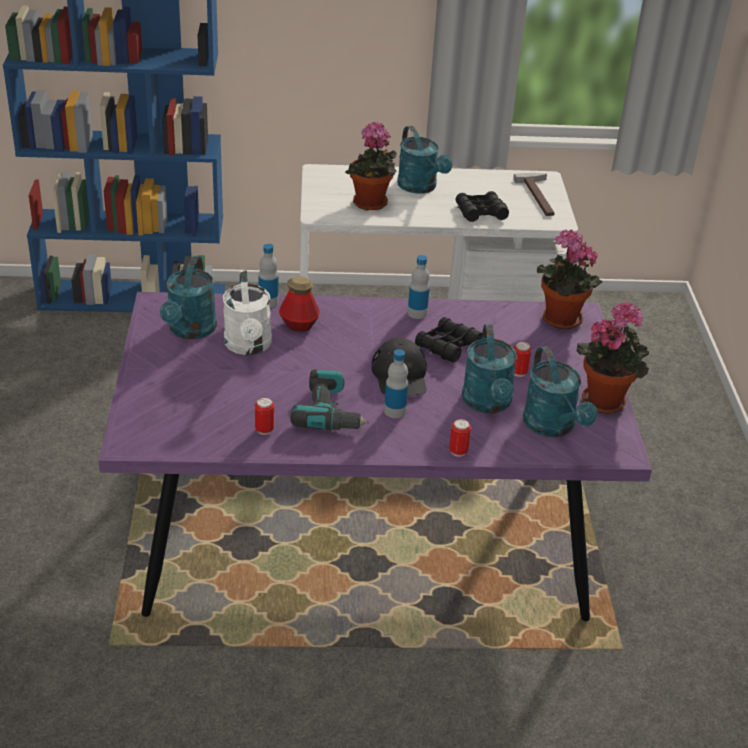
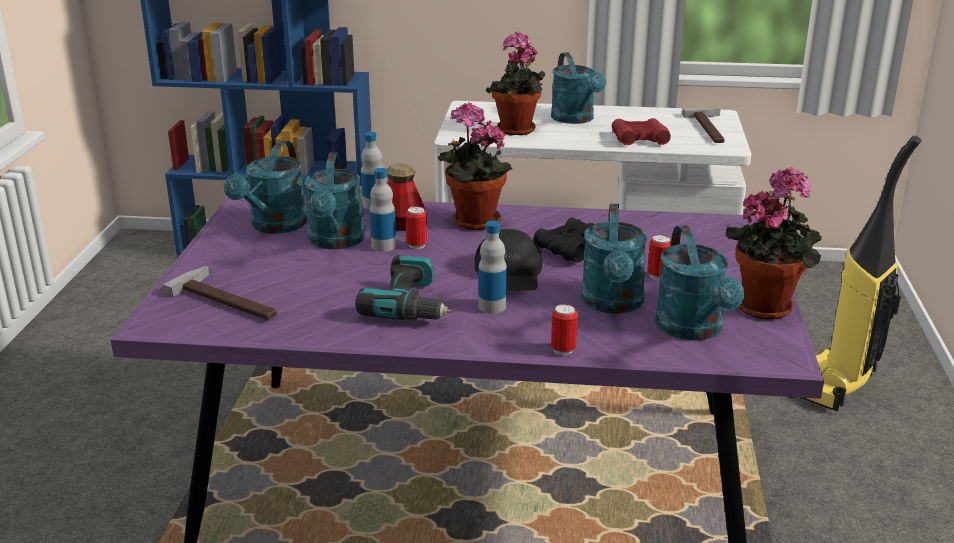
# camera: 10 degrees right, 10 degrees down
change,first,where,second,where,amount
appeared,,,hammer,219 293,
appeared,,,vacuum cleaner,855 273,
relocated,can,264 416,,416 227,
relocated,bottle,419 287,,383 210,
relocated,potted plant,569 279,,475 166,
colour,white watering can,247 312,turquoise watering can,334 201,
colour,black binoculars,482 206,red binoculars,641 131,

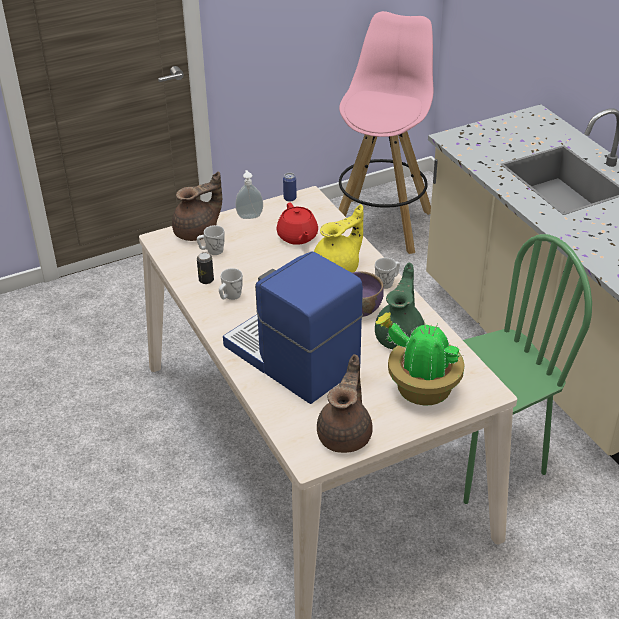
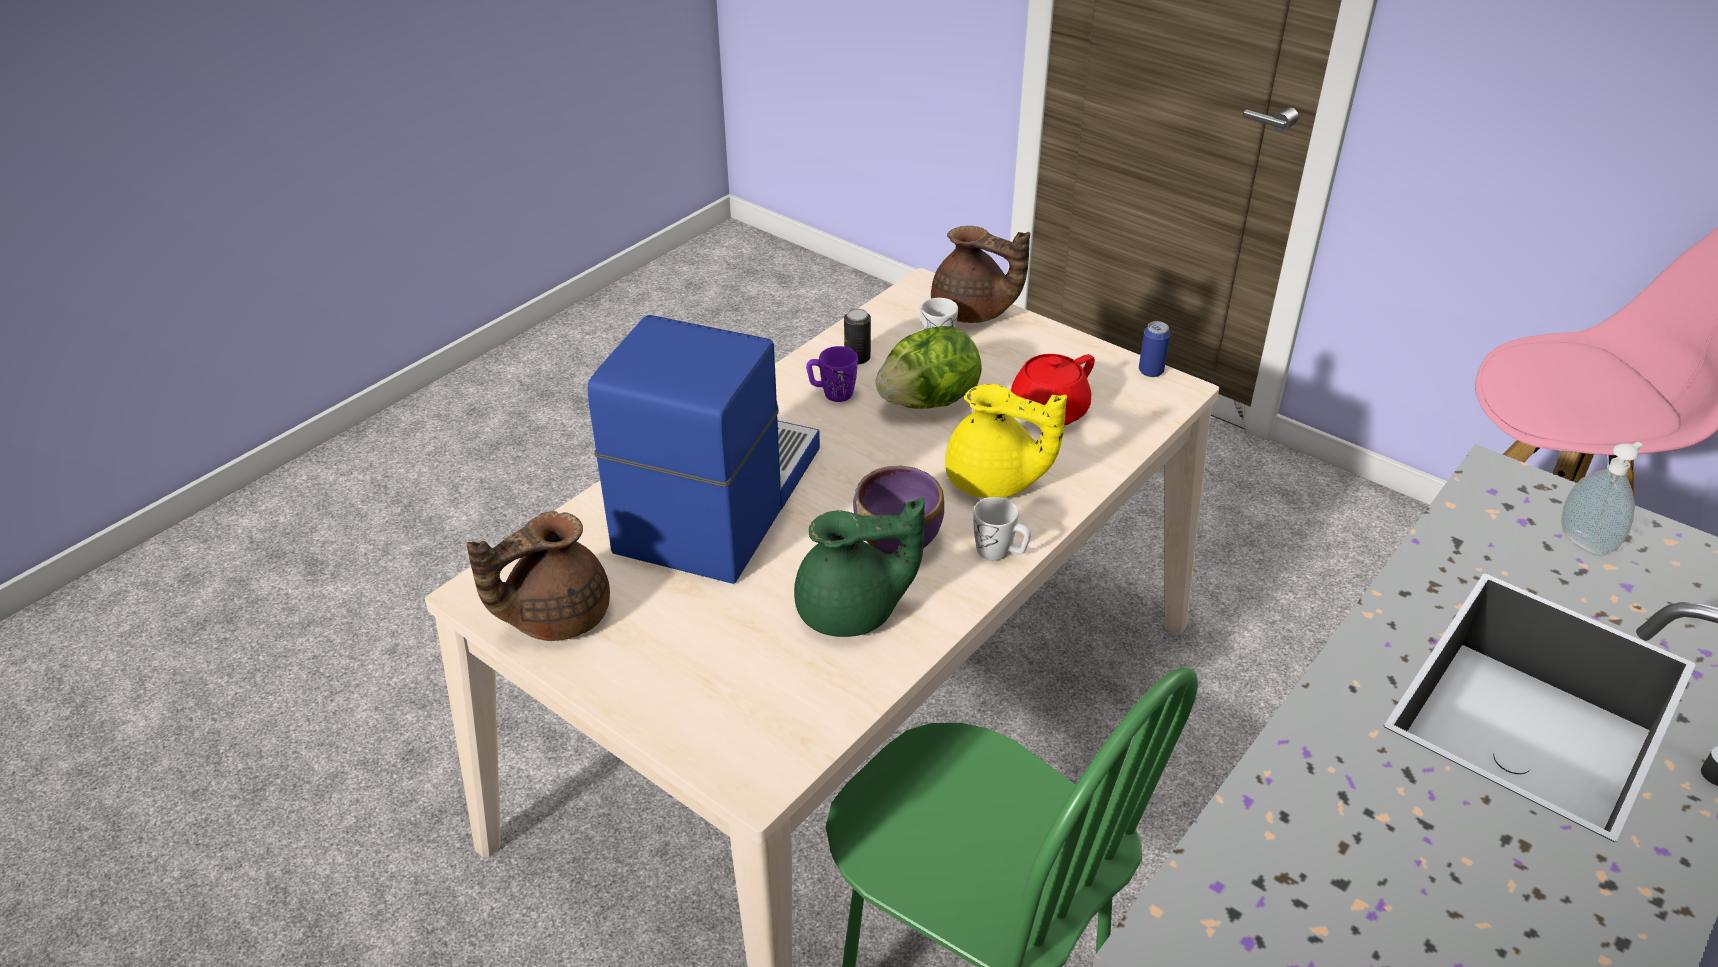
# camera: 65 degrees right, 0 degrees up
change,first,where,second,where,amount
missing,potted plant,420 358,,,
appeared,,,lettuce,928 367,
relocated,soap dispenser,249 194,,1601 499,
colour,white mug,231 284,purple mug,832 374,
spun,brown teapot,345 403,,538 576,150 degrees clockwise

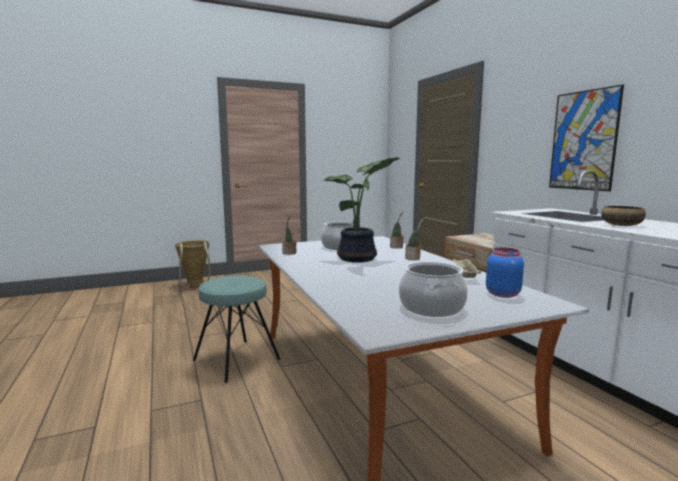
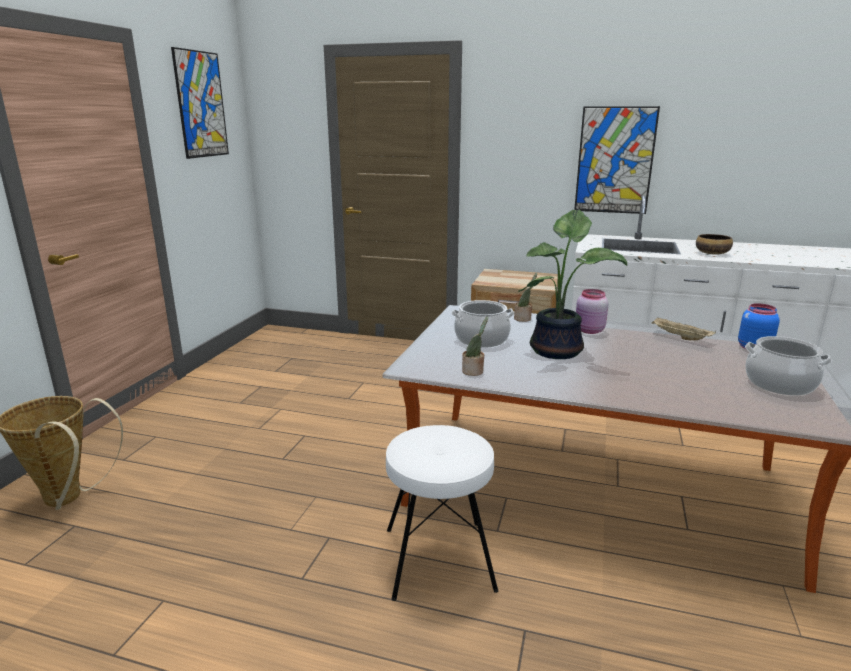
# camera: 50 degrees left, 10 degrees up
change,first,where,second,where,amount
appeared,,,picture,200 103,
exchanged,potted plant,414 239,pink jar,592 311,
colour,turquoise stool,237 329,white stool,442 513,

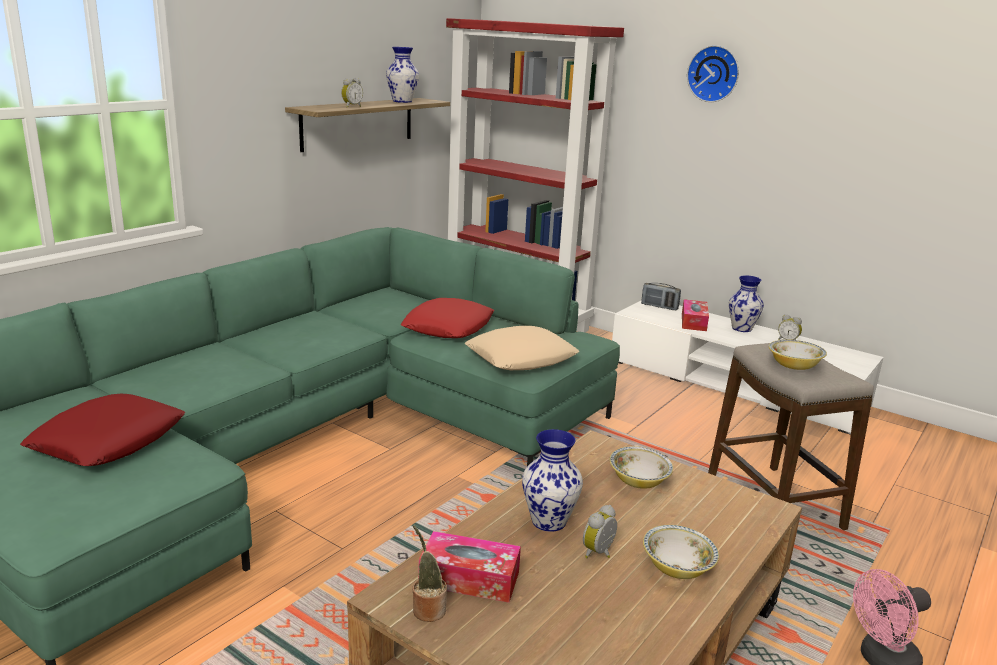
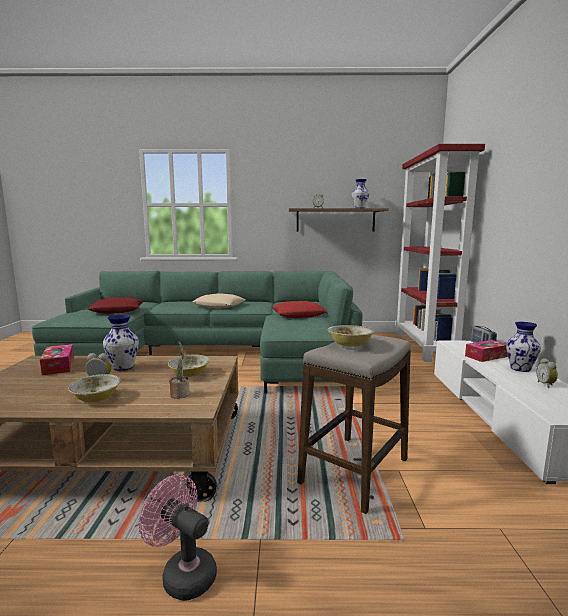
# camera: 55 degrees right, 10 degrees down
change,first,where,second,where,amount
missing,wall clock,713 73,,,
relocated,potted plant,429 573,,179 370,
relocated,beige pillow,522 348,,219 301,

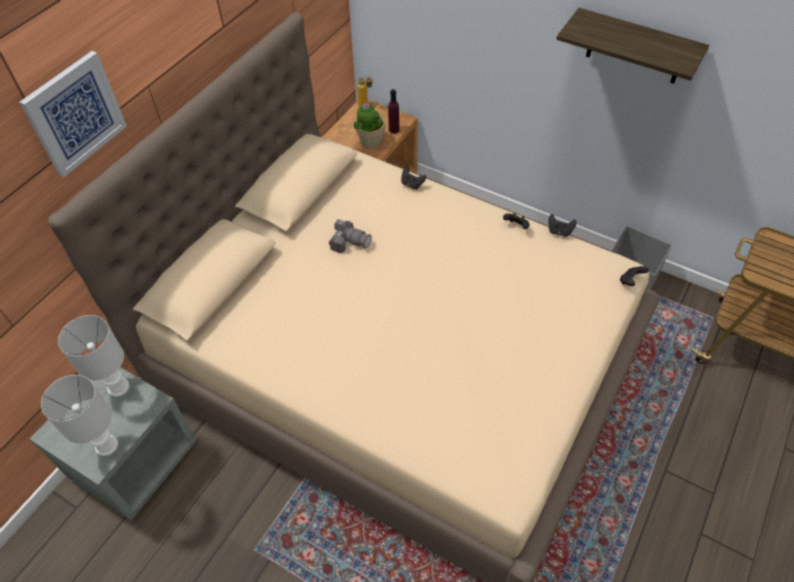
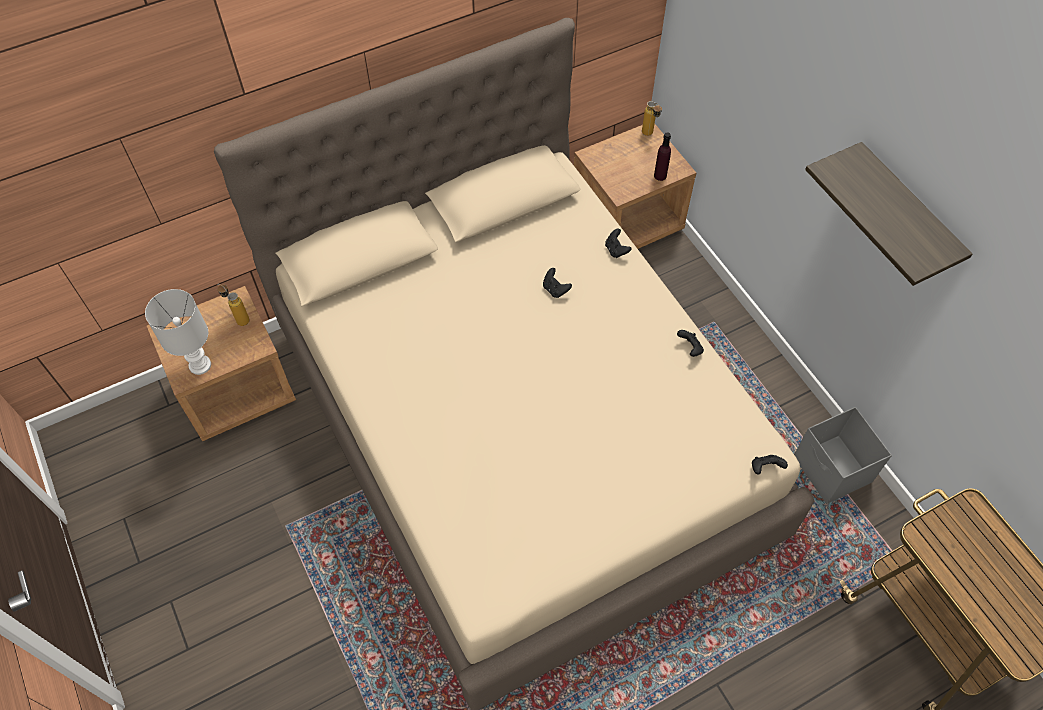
# camera: 30 degrees right, 5 degrees up
change,first,where,second,where,amount
missing,picture,73 114,,,
missing,photo camera,350 236,,,
missing,potted plant,369 126,,,
relocated,black game controller,563 225,,557 283,
exchanged,white table lamp,94 356,bottle,233 305,
colour,grey nightstand,113 443,brown nightstand,221 363,

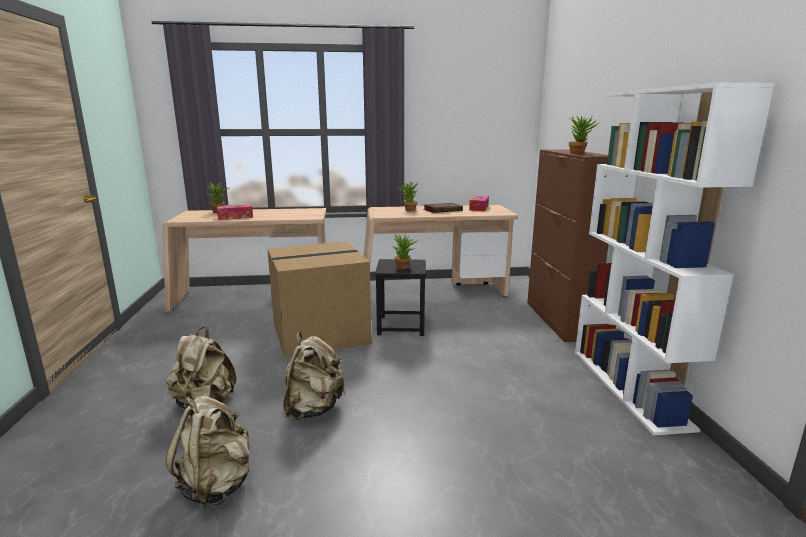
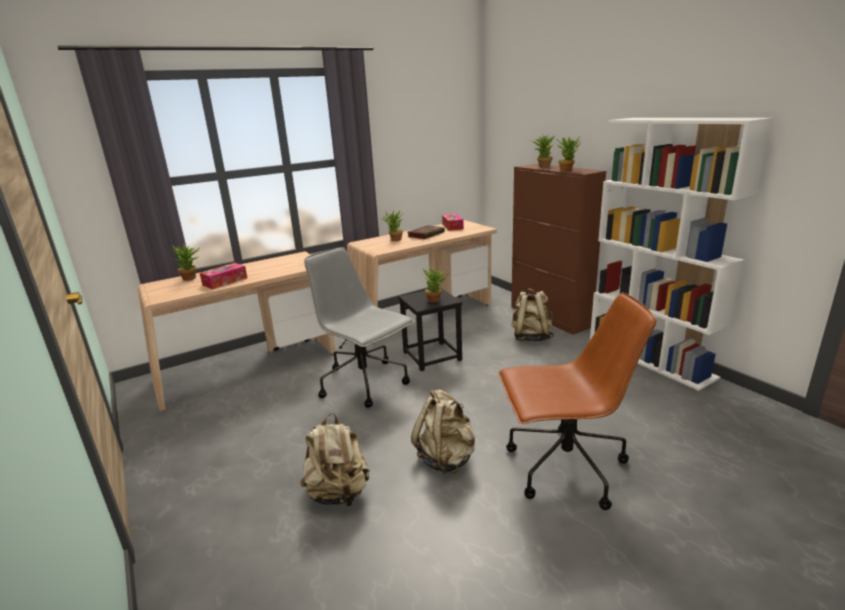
# camera: 25 degrees left, 5 degrees up
change,first,where,second,where,amount
appeared,,,brown office chair,577 401,
appeared,,,potted plant,542 151,
relocated,beige backpack,208 452,,532 315,
exchanged,cardboard box,319 299,grey office chair,359 327,

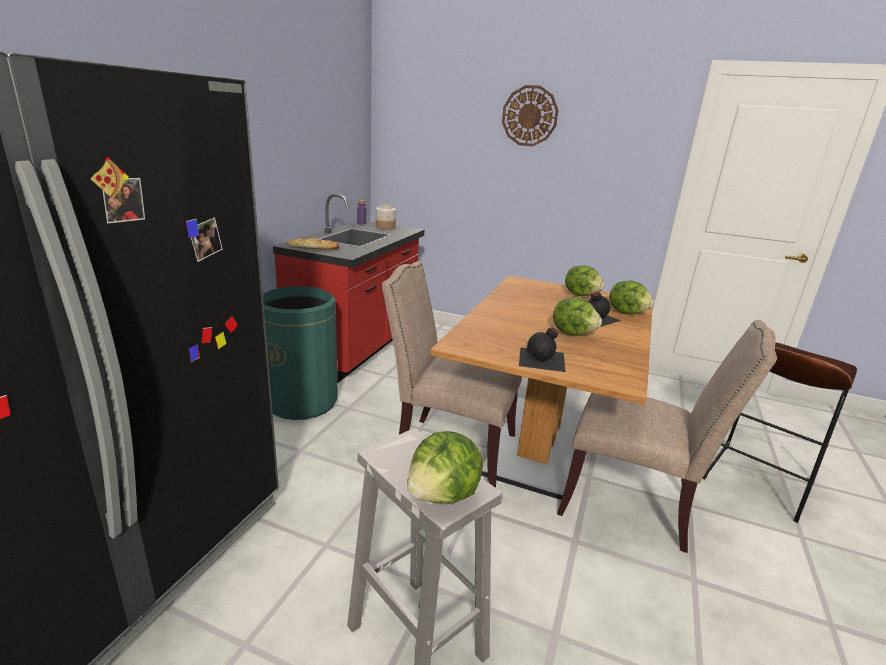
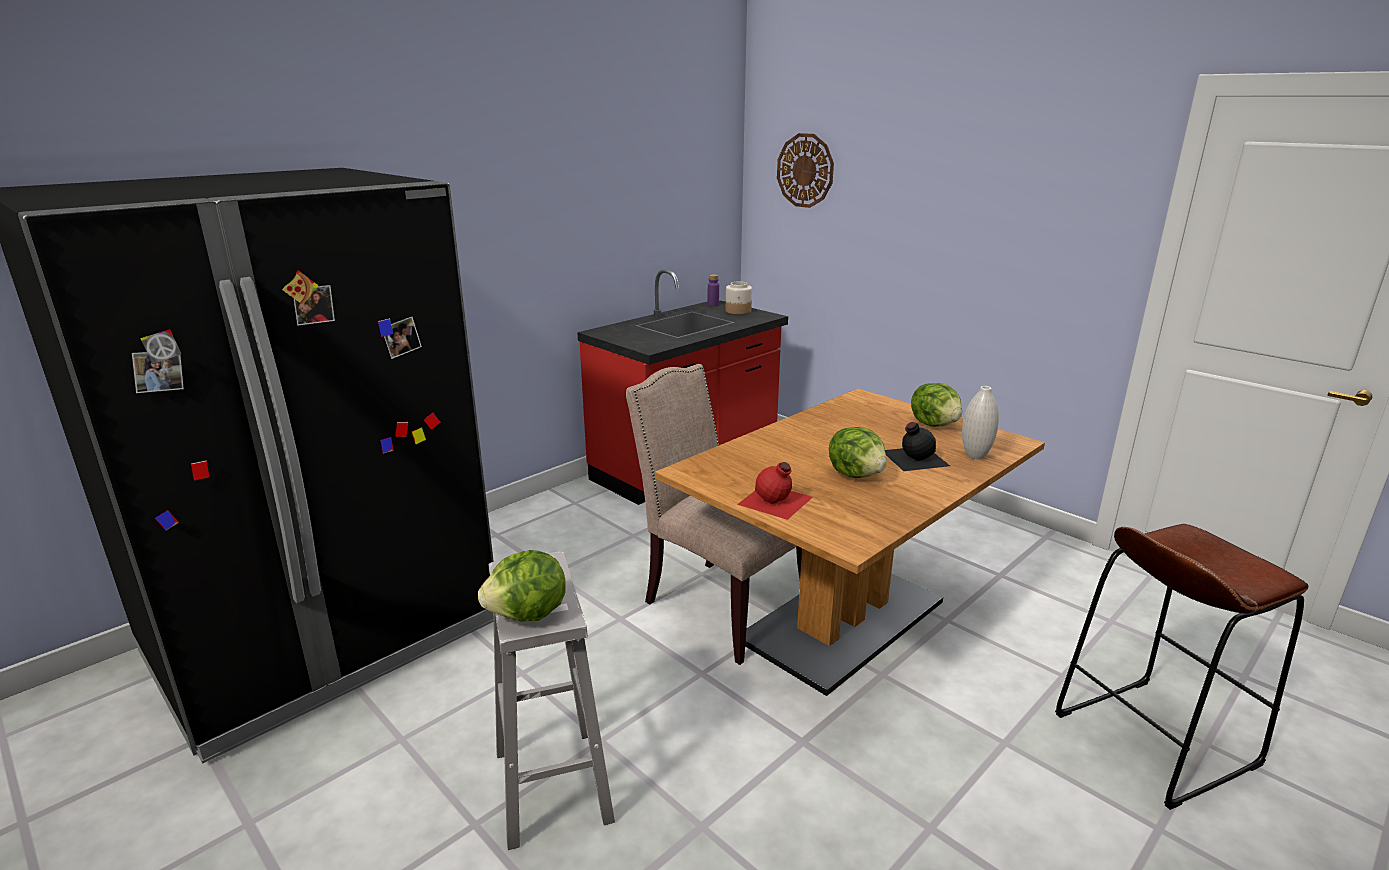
# camera: 25 degrees right, 0 degrees up
change,first,where,second,where,amount
missing,green trash can,300 353,,,
missing,bread,313 243,,,
missing,beige chair,667 436,,,
relocated,wall clock,530 115,,805 170,
exchanged,lettuce,632 297,white vase,980 422,
colour,black bottle,542 349,red bottle,775 491,

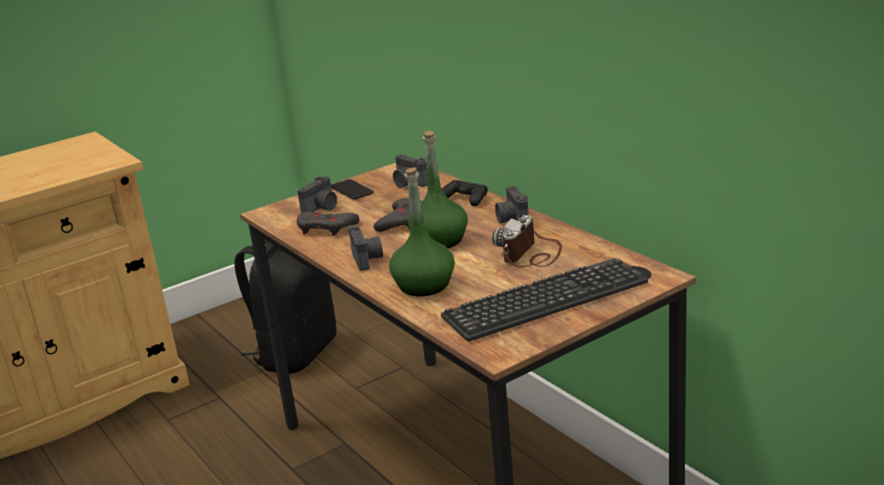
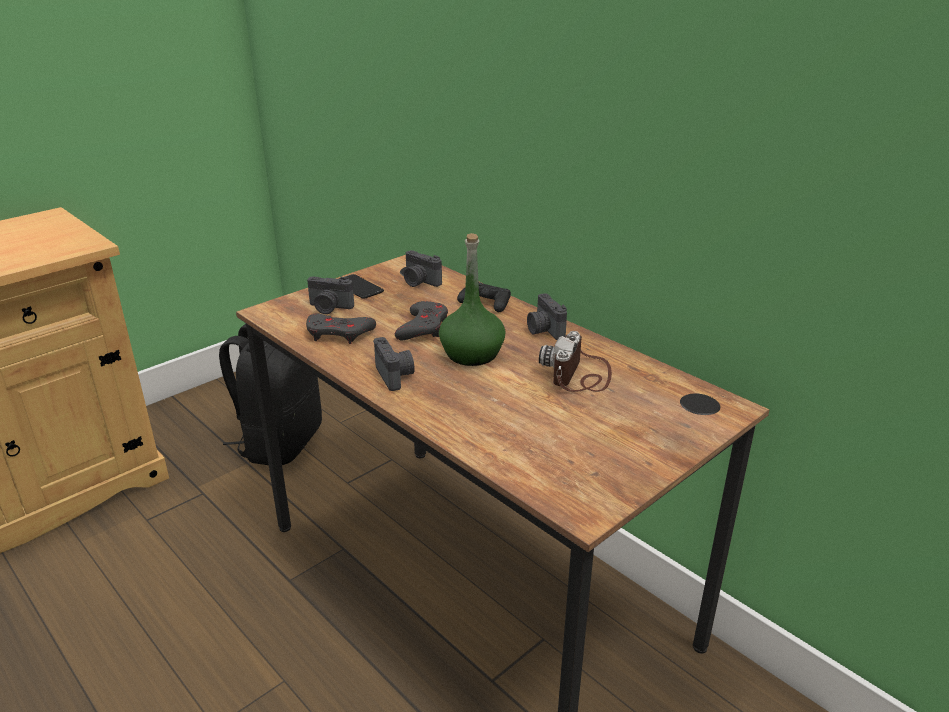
# camera: 10 degrees left, 5 degrees up
change,first,where,second,where,amount
missing,green bottle,422 231,,,
missing,keyboard,544 299,,,
spun,photo camera,317 194,,330 295,75 degrees clockwise

